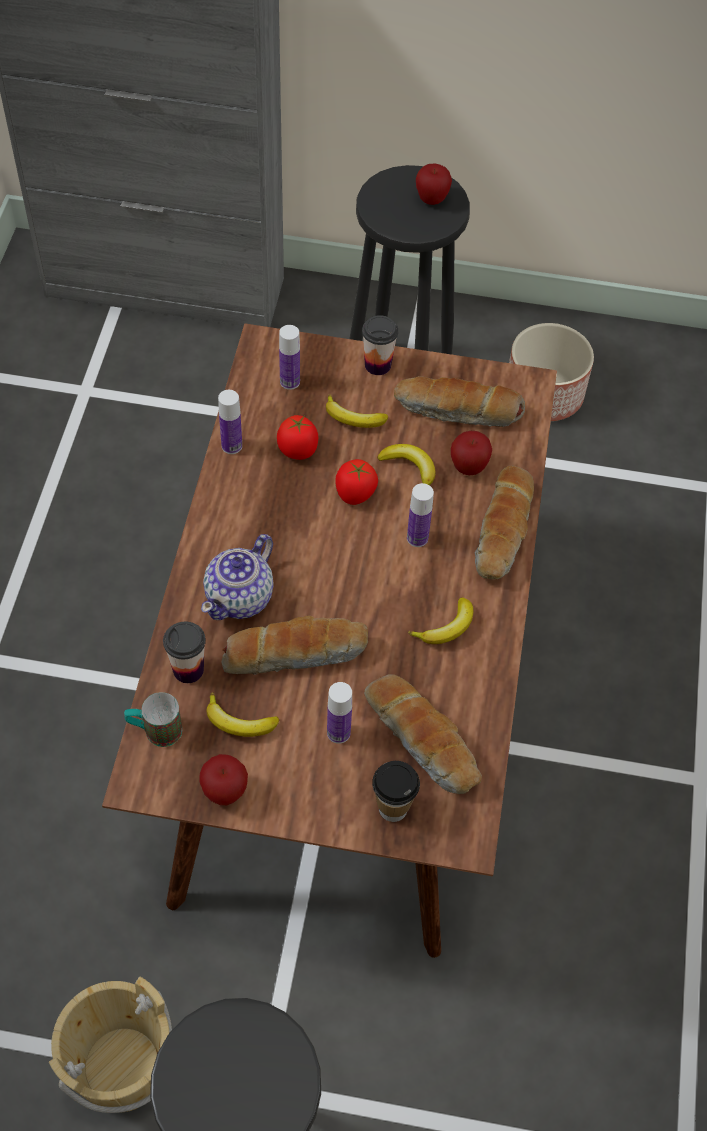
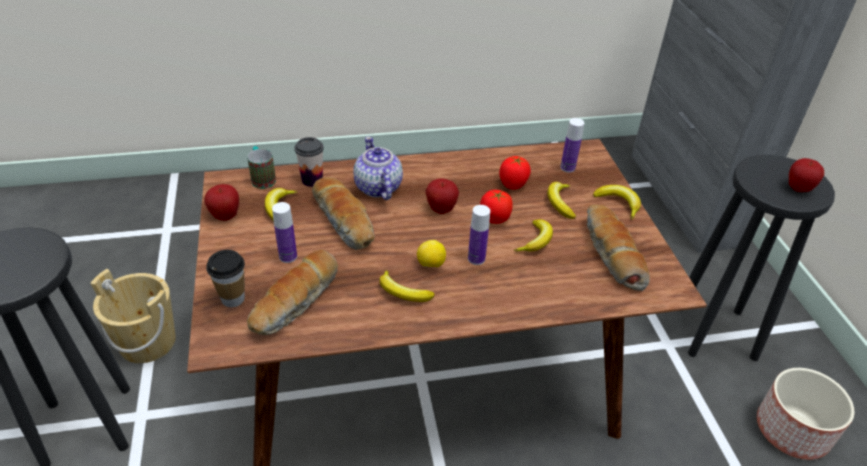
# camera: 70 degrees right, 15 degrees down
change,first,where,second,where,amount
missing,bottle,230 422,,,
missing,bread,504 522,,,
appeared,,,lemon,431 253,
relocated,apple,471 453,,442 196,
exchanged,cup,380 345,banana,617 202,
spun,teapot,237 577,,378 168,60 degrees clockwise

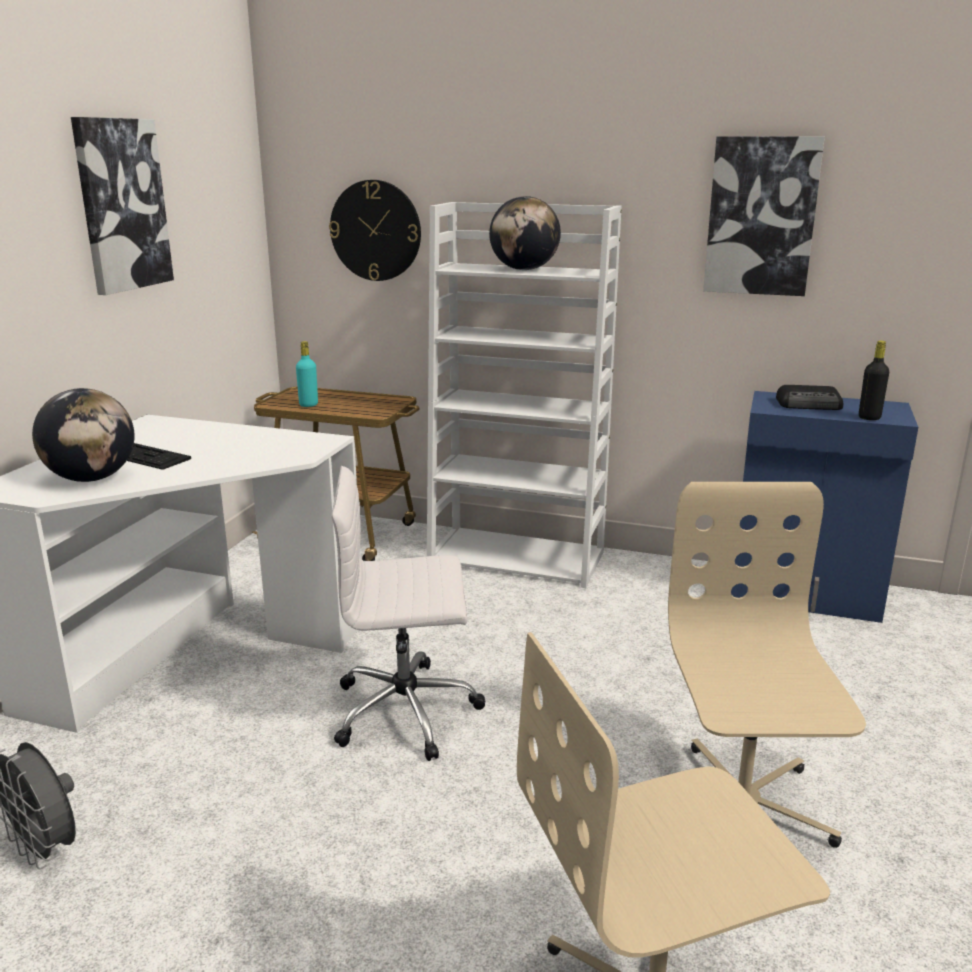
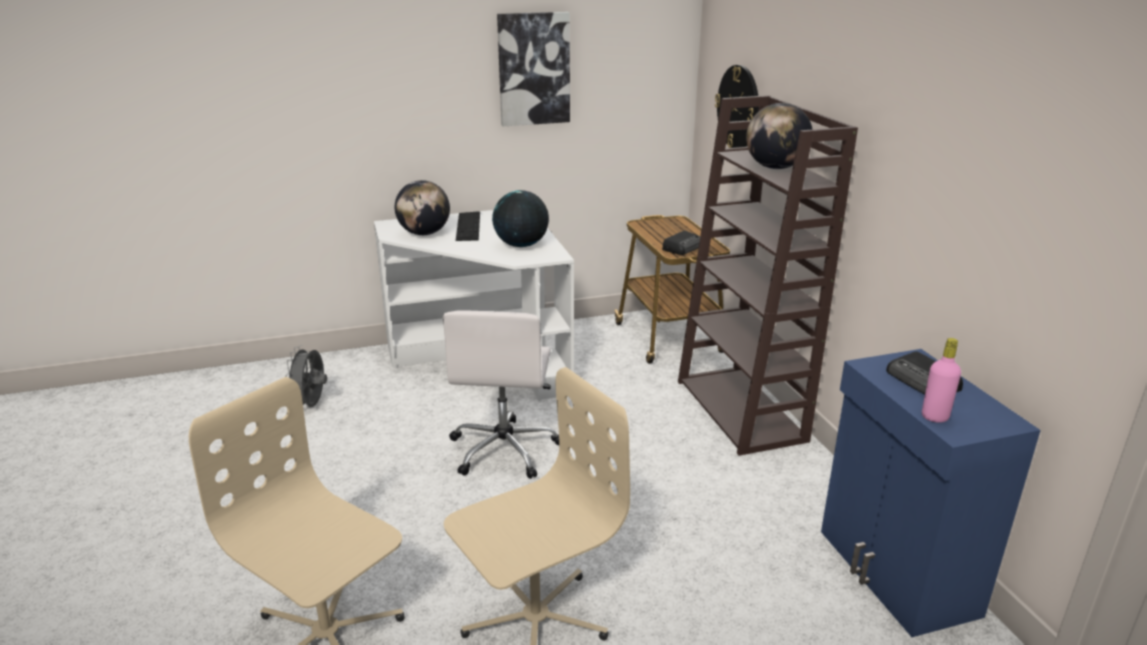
# camera: 55 degrees right, 5 degrees up
change,first,where,second,where,amount
missing,turquoise bottle,307 374,,,
missing,picture,764 216,,,
appeared,,,globe,520 218,
appeared,,,radio,681 243,
colour,white bookcase,524 395,brown bookcase,768 275,
colour,black bottle,874 380,pink bottle,941 380,
spun,white office chair,408 613,,501 395,135 degrees counterclockwise

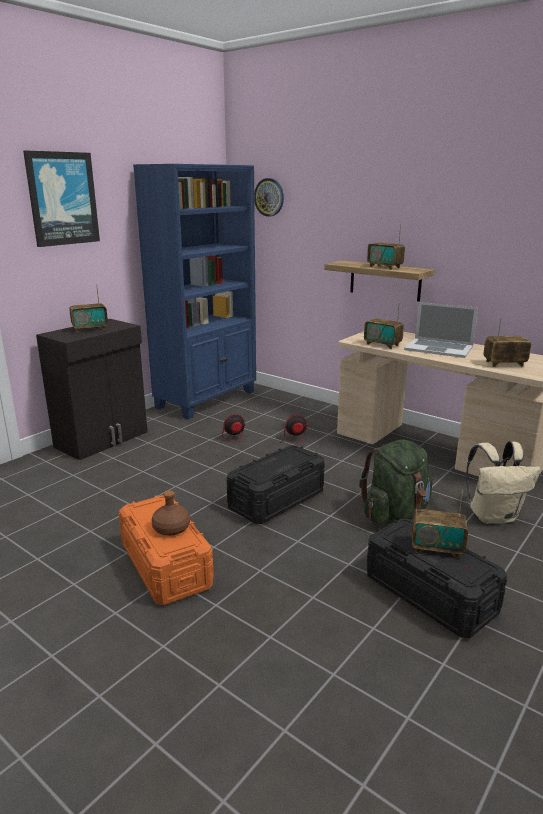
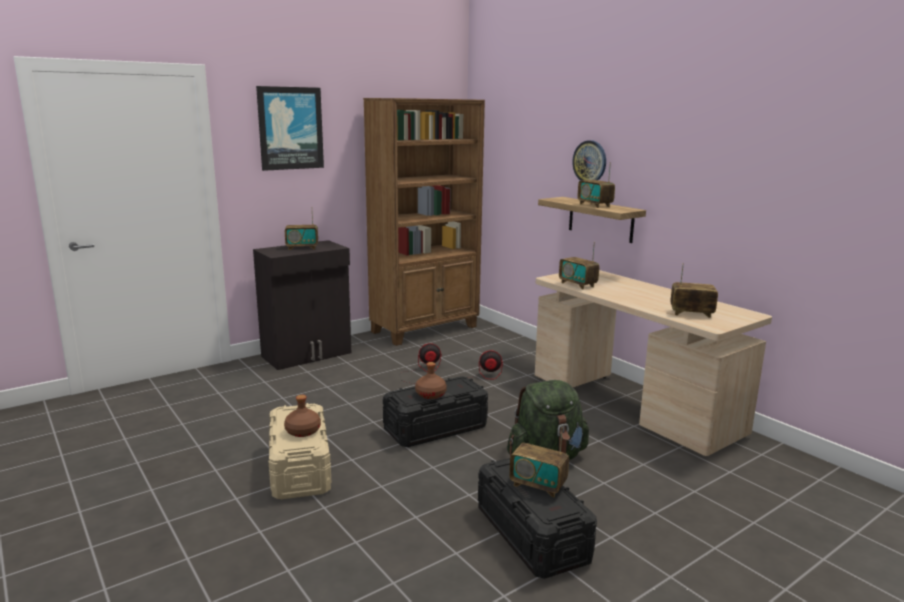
# camera: 15 degrees right, 5 degrees down
change,first,where,second,where,amount
missing,laptop,441 330,,,
missing,beige backpack,503 482,,,
appeared,,,brown bottle,431 380,
relocated,wall clock,269 197,,589 160,
colour,orange storage box,166 550,beige storage box,299 451,
colour,blue bookcase,194 291,brown bookcase,424 222,

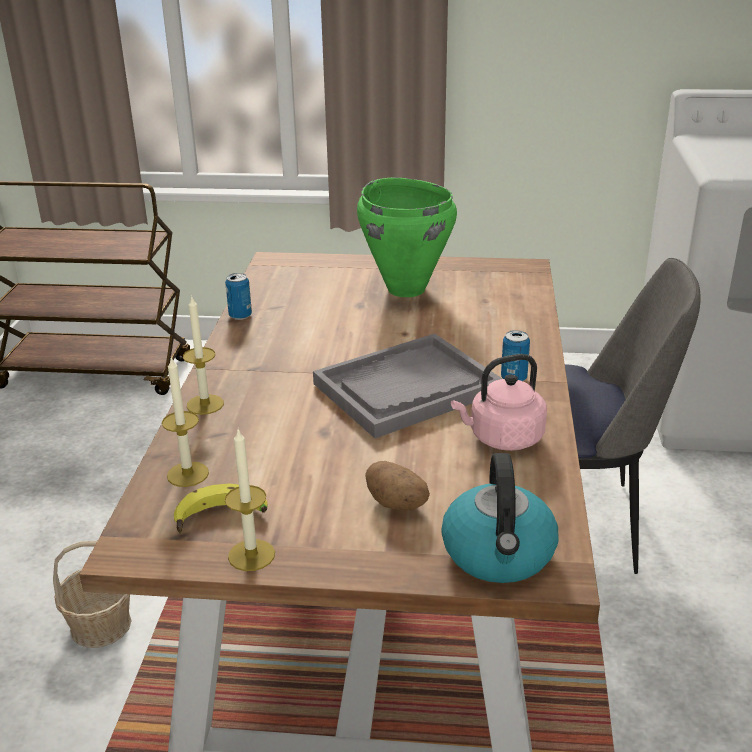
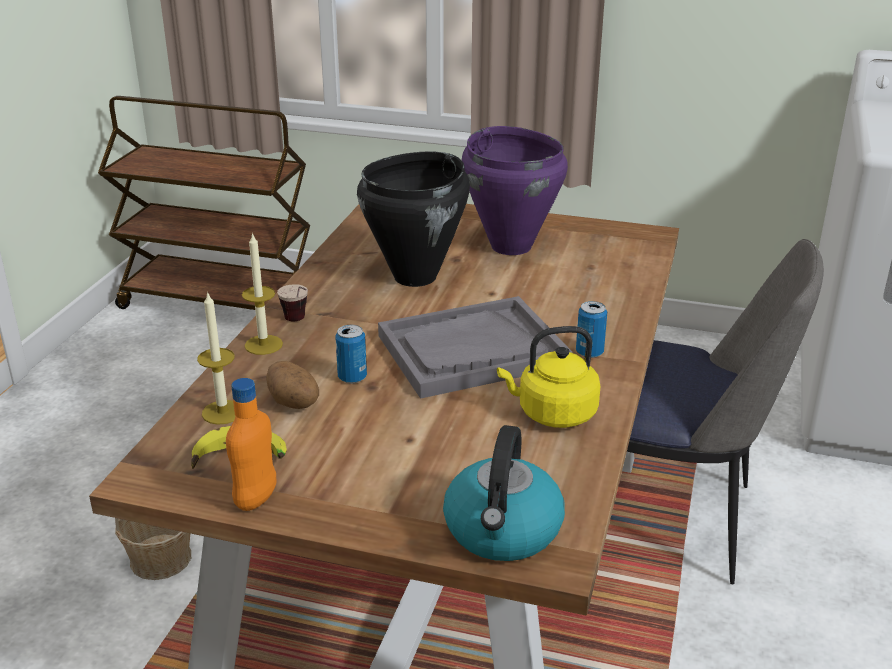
# camera: 10 degrees right, 0 degrees up
change,first,where,second,where,amount
appeared,,,cup,292 302,
appeared,,,black cooking pot,413 219,
relocated,can,238 296,,351 354,
relocated,potato,397 485,,292 385,
exchanged,candle,250 500,orange bottle,251 444,
colour,green cooking pot,407 237,purple cooking pot,515 190,
colour,pink kettle,499 402,yellow kettle,548 377,

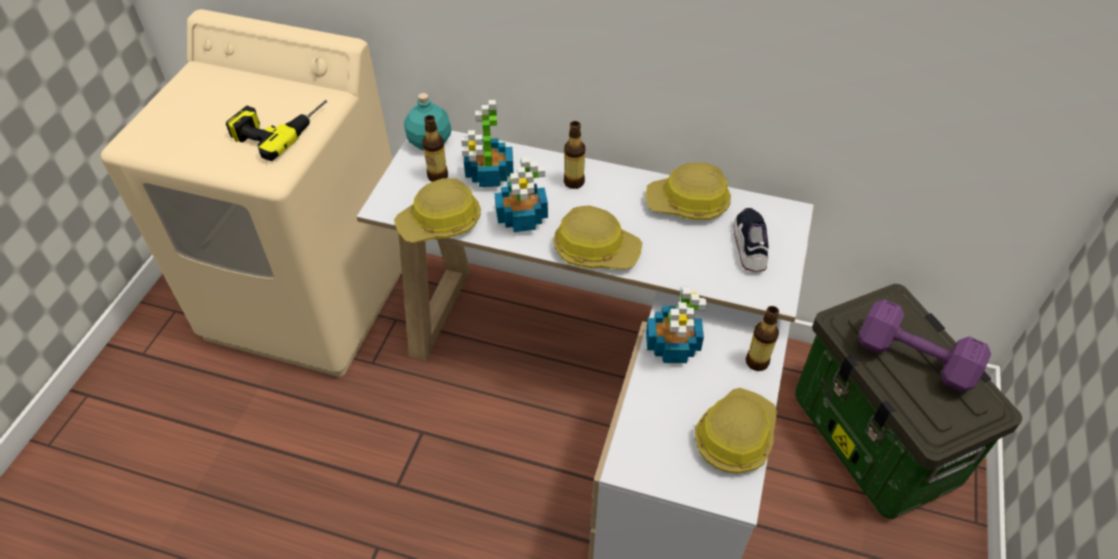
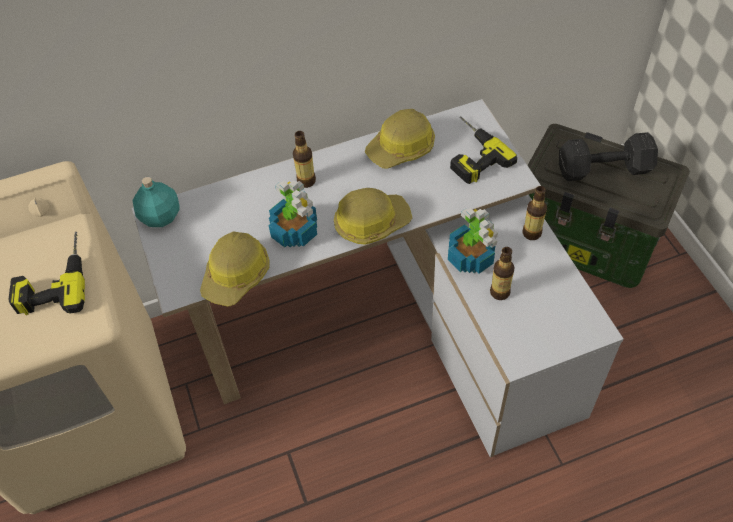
# camera: 35 degrees left, 5 degrees up
change,first,where,second,where,amount
missing,potted plant,487 143,,,
missing,hard hat,736 430,,,
relocated,bottle,435 148,,502 273,
exchanged,shoe,751 240,power drill,483 150,
colour,purple dumbbell,924 345,black dumbbell,608 156,

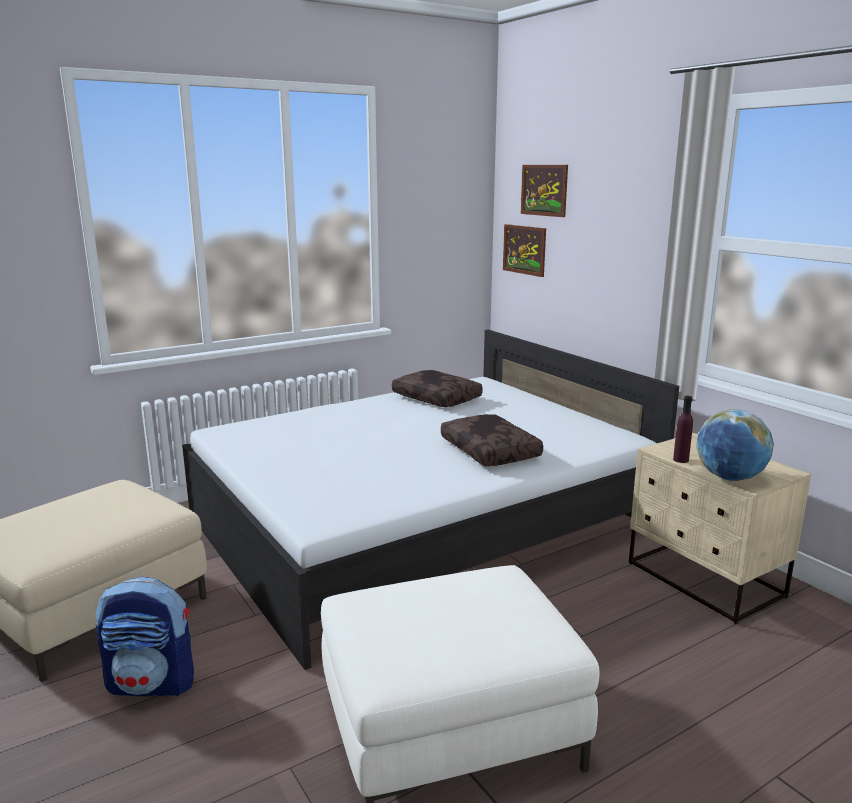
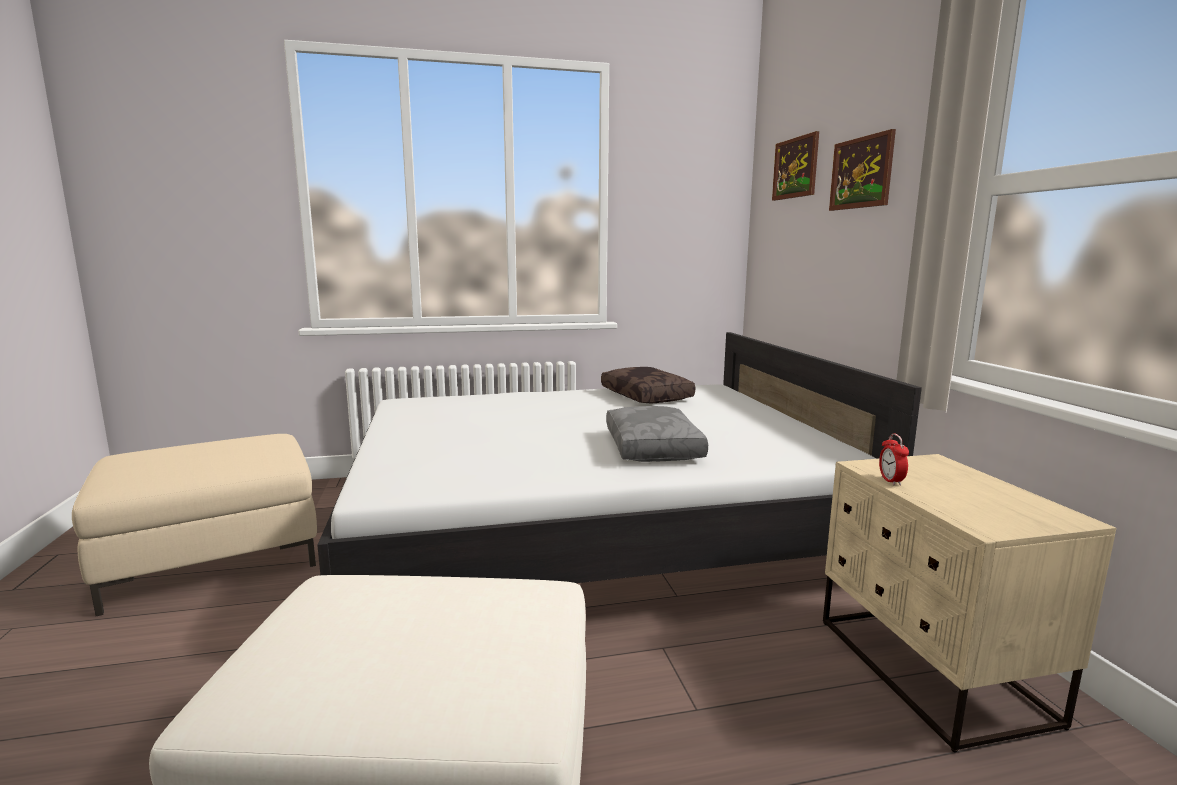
# camera: 20 degrees right, 5 degrees down
change,first,where,second,where,amount
missing,backpack,144 637,,,
missing,globe,735 445,,,
relocated,picture,524 250,,862 170,
exchanged,purple bottle,683 429,alarm clock,894 460,
colour,brown pillow,492 440,grey pillow,657 434,

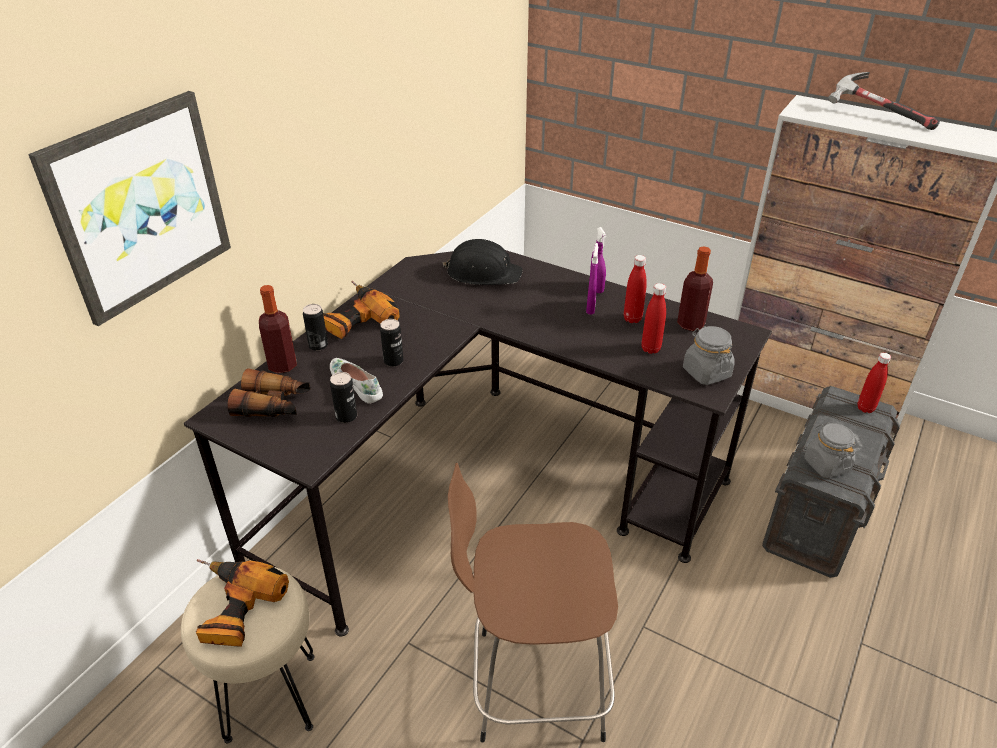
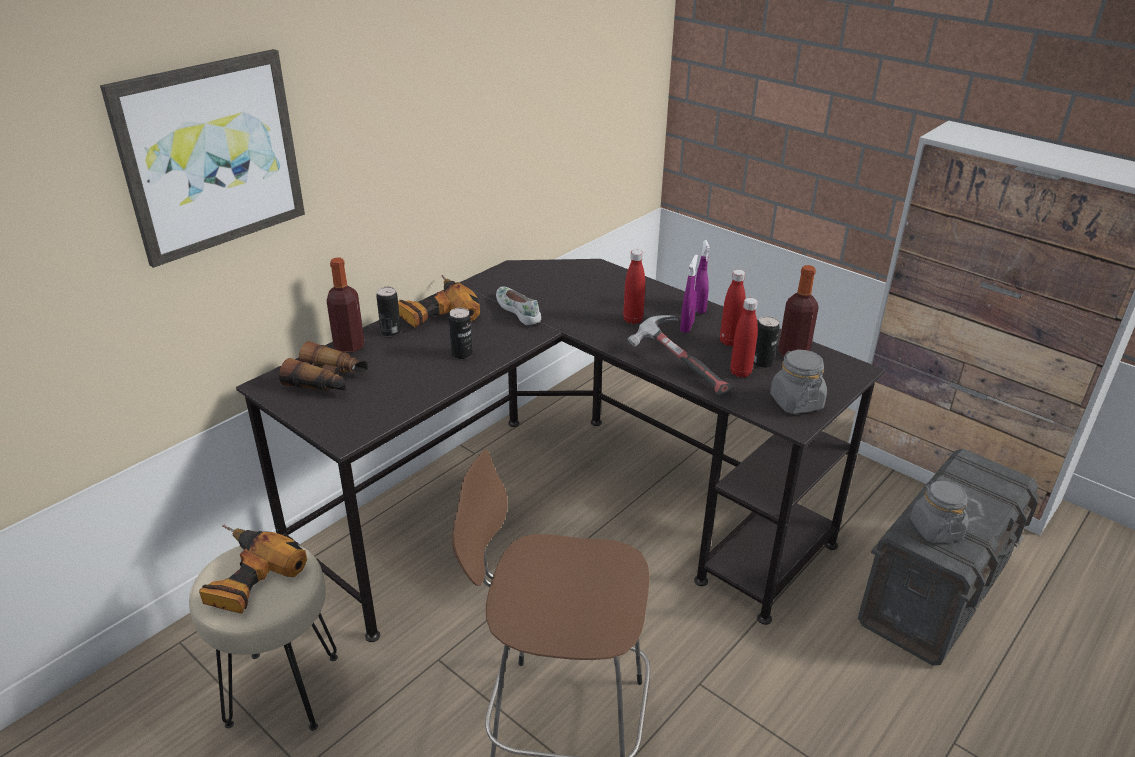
# camera: 10 degrees right, 5 degrees down
change,first,where,second,where,amount
missing,black hard hat,482 262,,,
relocated,white shoe,356 381,,518 305,
relocated,can,343 397,,766 342,
relocated,hammer,884 101,,680 356,
relocated,red bottle,874 383,,634 287,

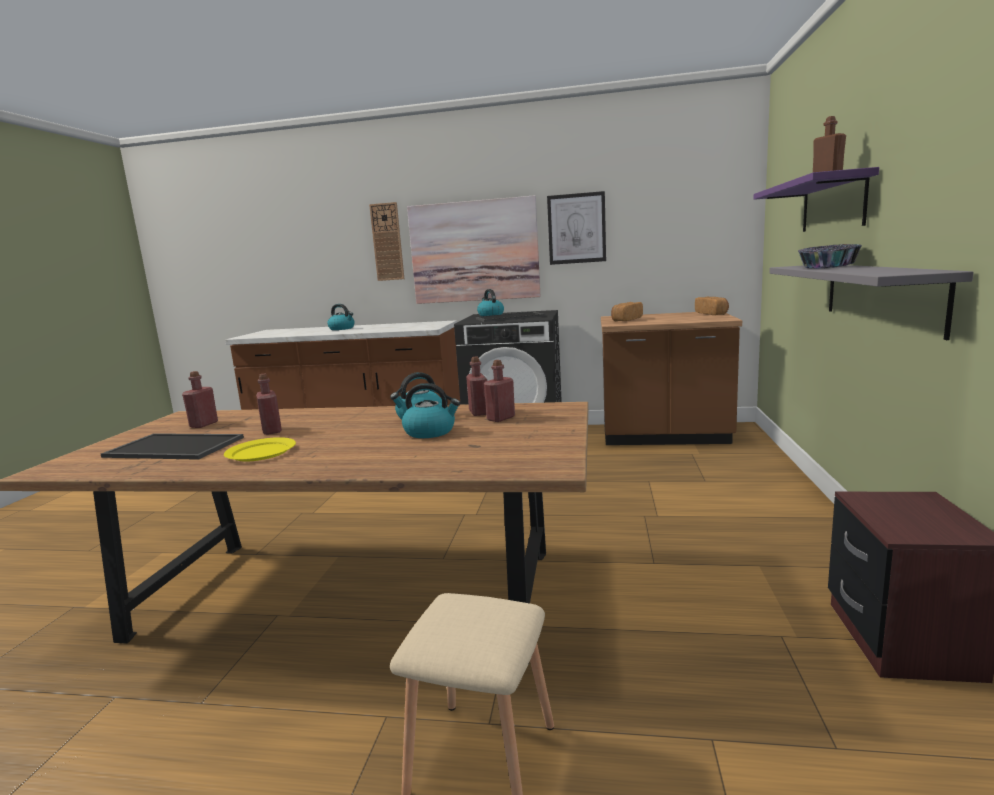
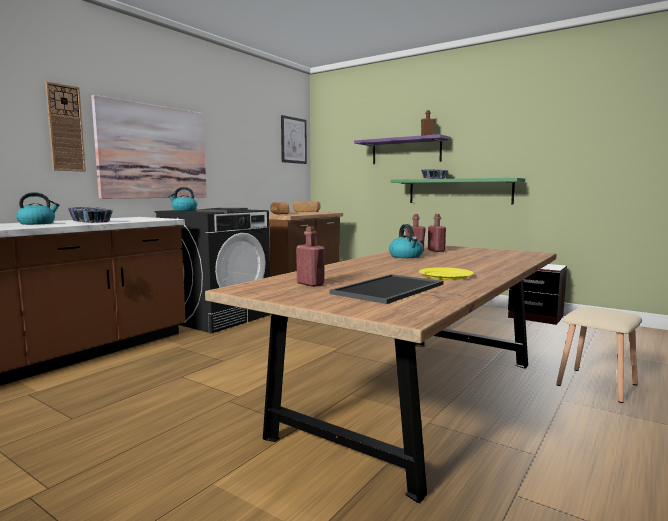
# camera: 65 degrees left, 5 degrees down
change,first,where,second,where,amount
missing,red bottle,269 404,,,
missing,kettle,431 410,,,
appeared,,,bowl,90 215,
relocated,picture,576 228,,294 139,
colour,grey shelf,871 302,green shelf,458 191,

